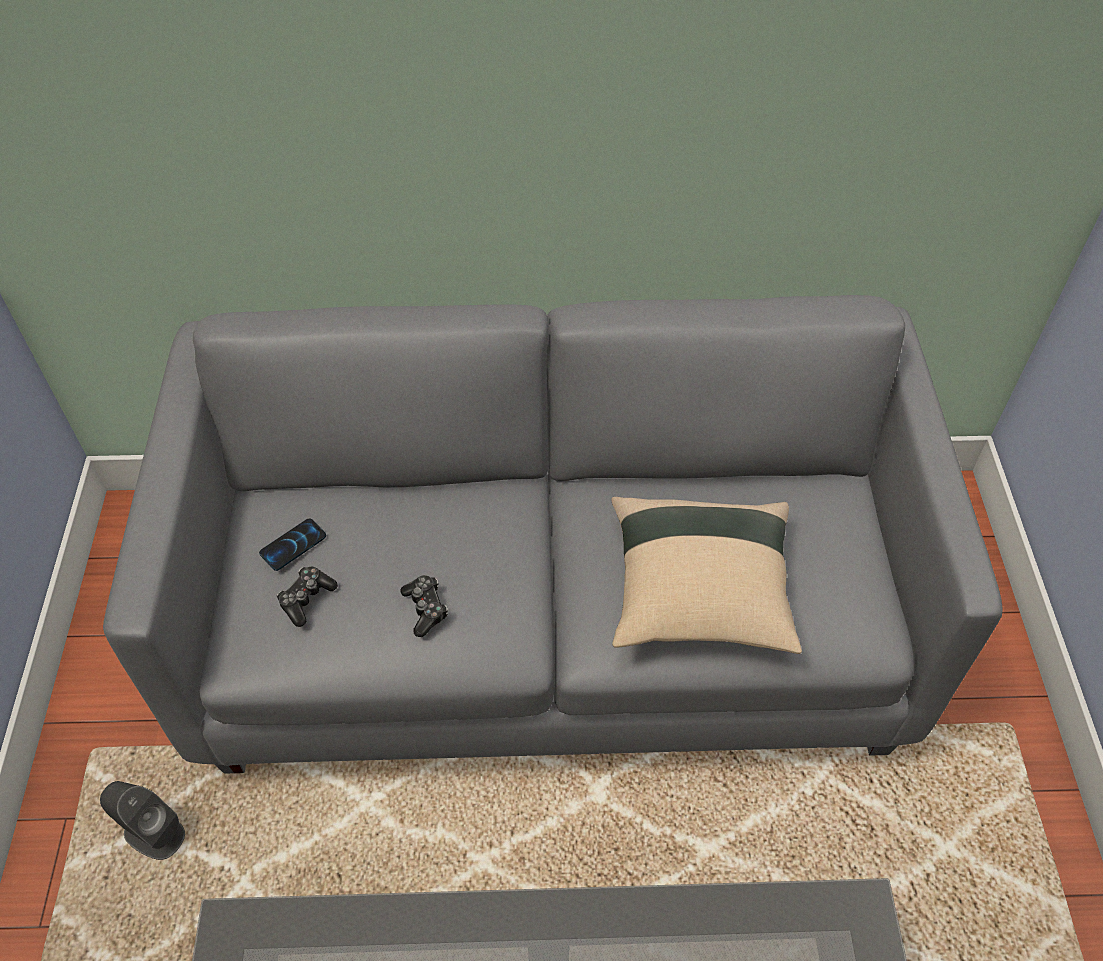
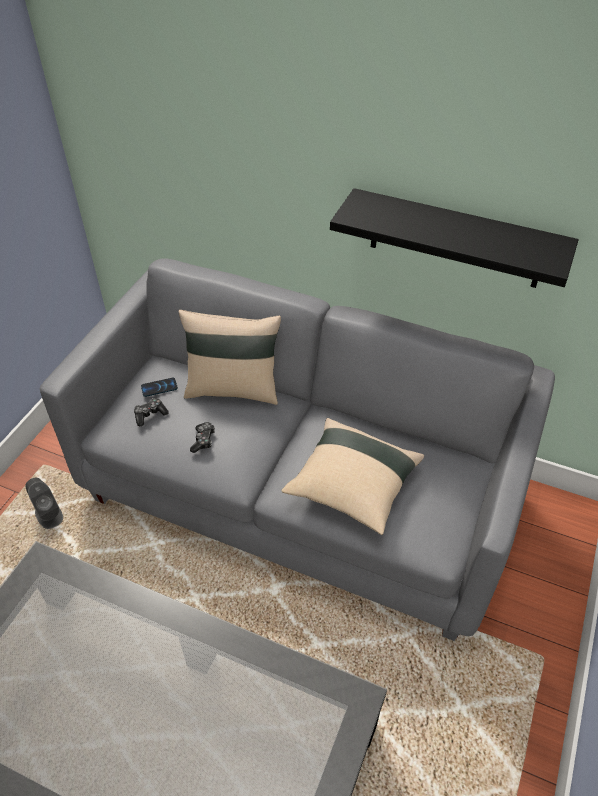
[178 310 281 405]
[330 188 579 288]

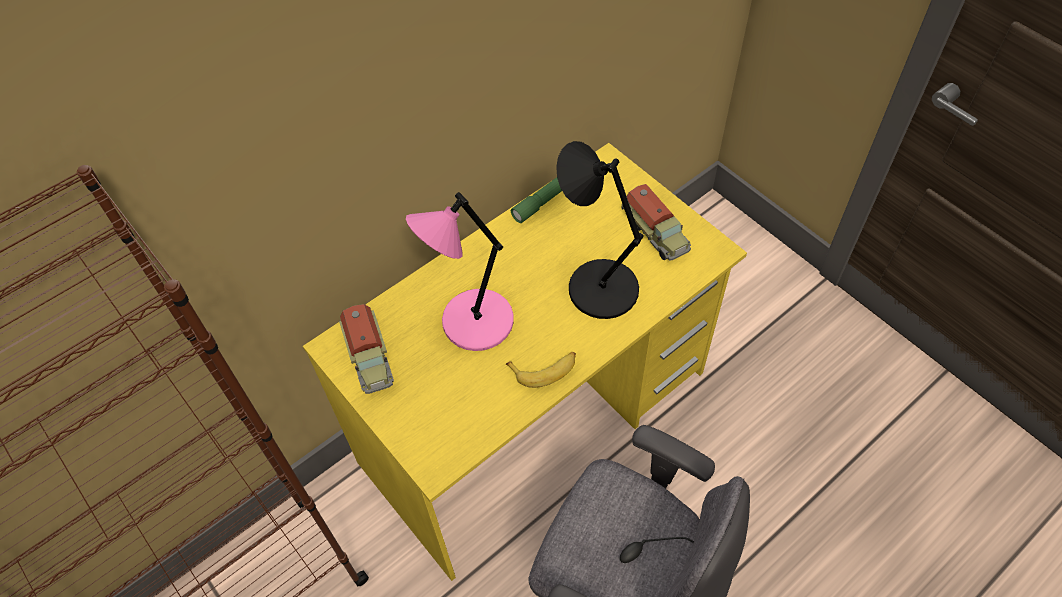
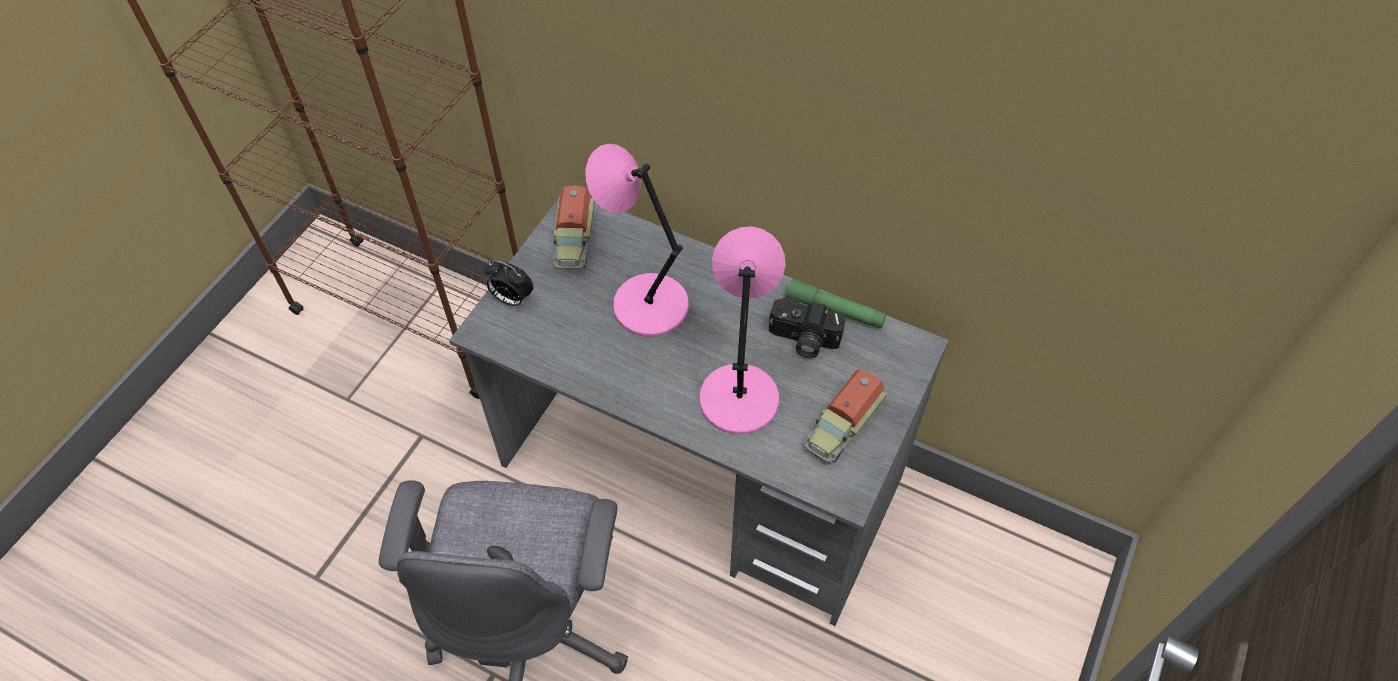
[449 198 949 626]
[484 260 534 306]
[553 185 594 270]
[699 226 785 434]
[769 297 846 358]
[506 352 576 388] (first image)

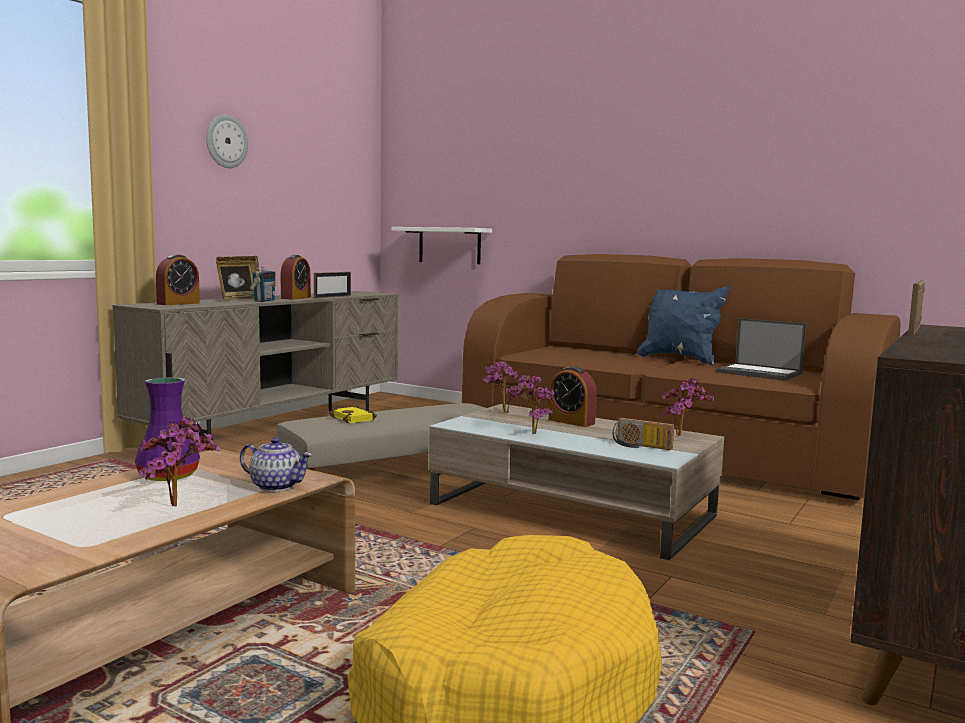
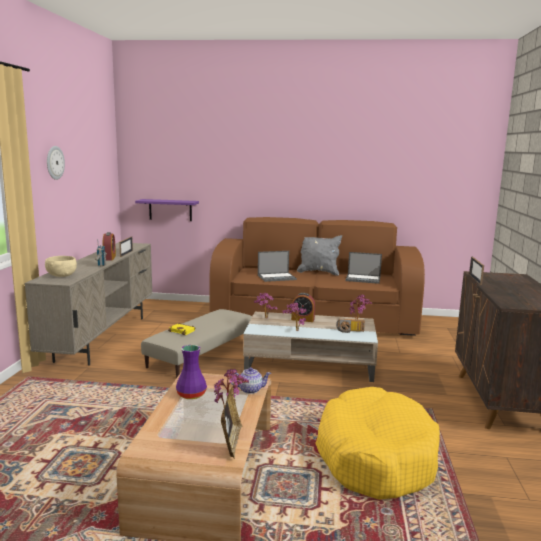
[45 256 77 277]
[135 199 199 221]
[221 387 242 459]
[258 251 297 282]
[297 235 342 276]

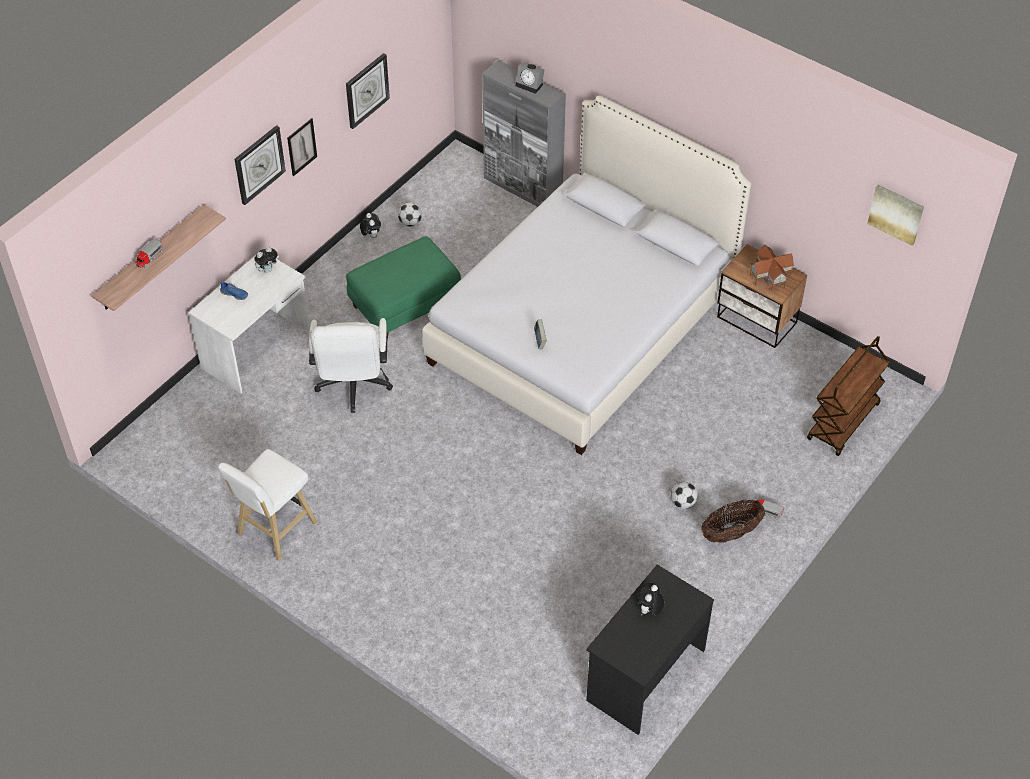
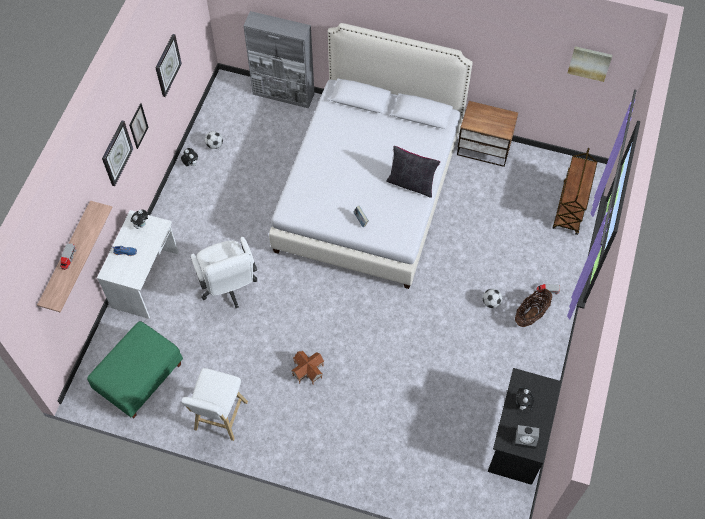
[87 321 183 418]
[292 351 324 385]
[386 146 440 198]
[515 425 539 449]

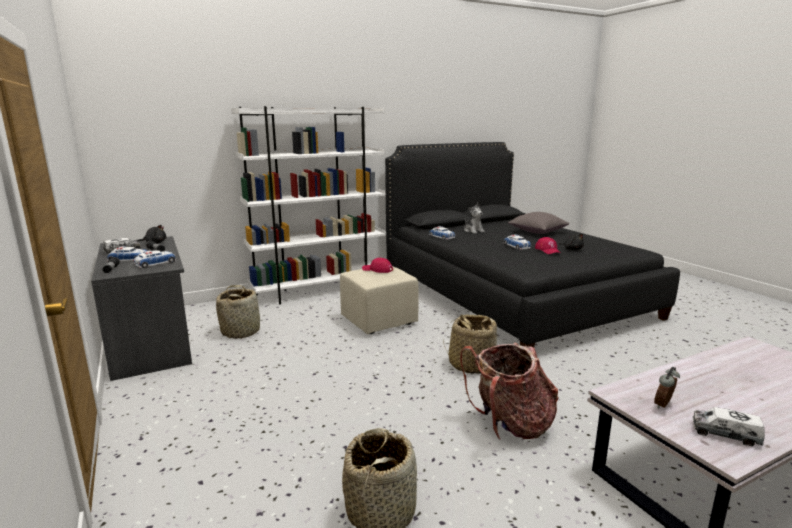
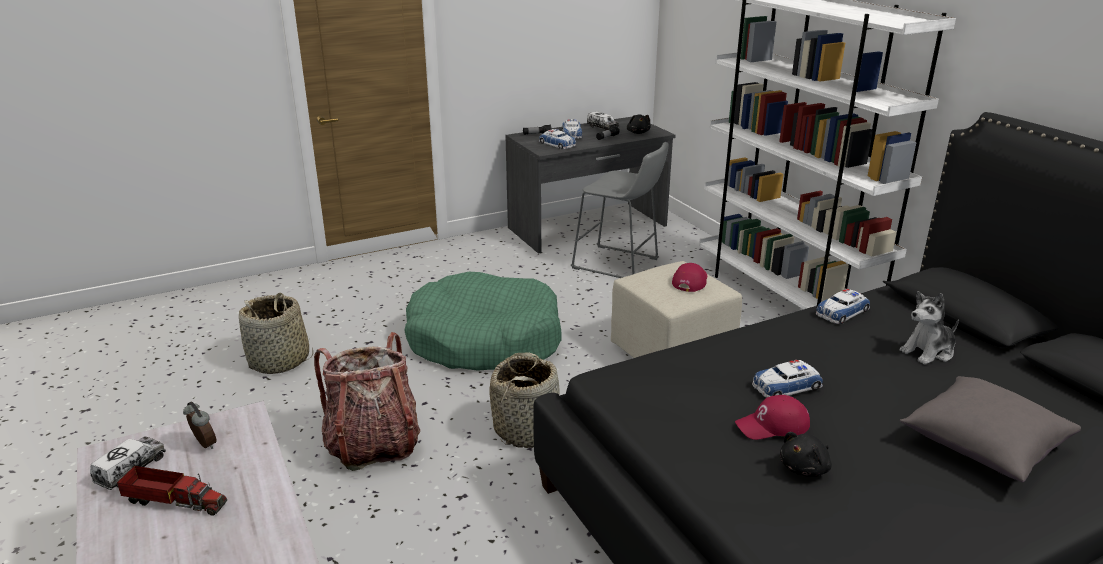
[117 466 227 516]
[404 272 562 371]
[571 142 669 278]

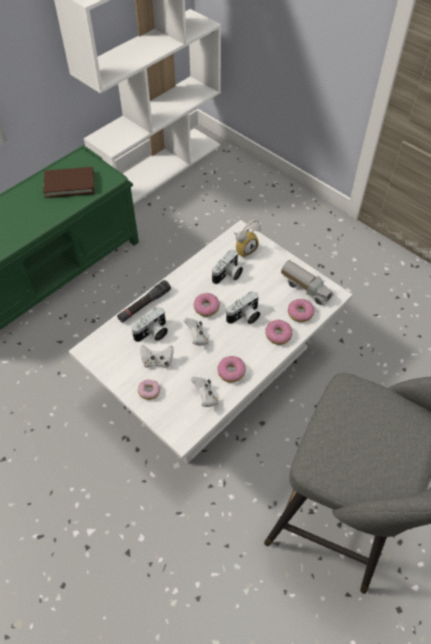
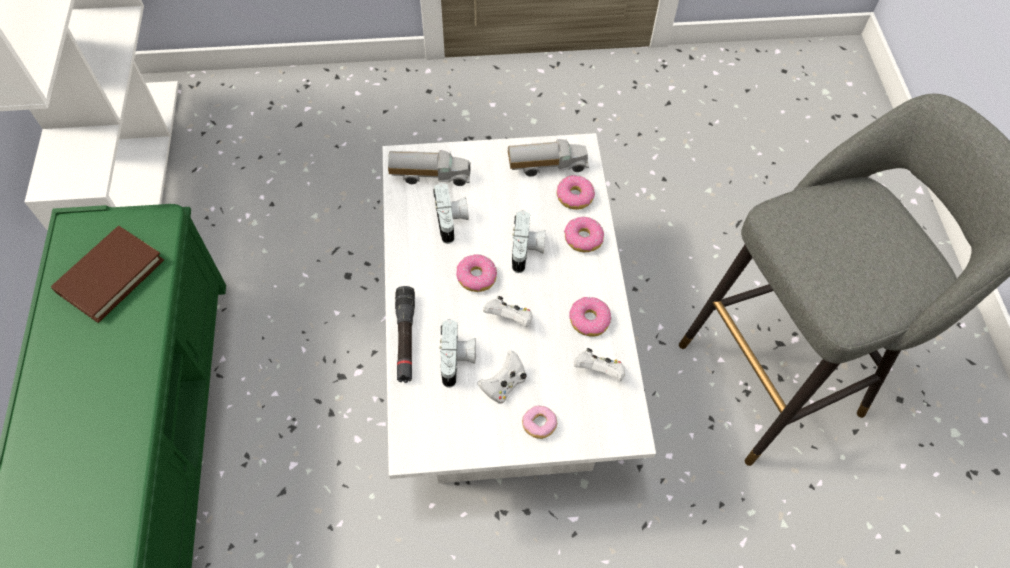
[388 150 471 186]

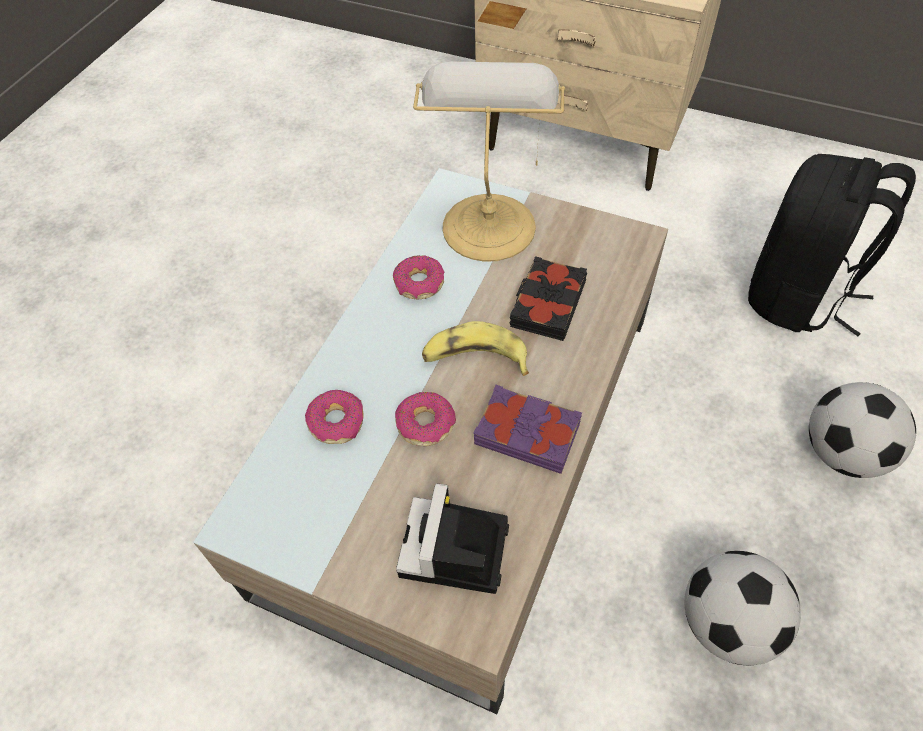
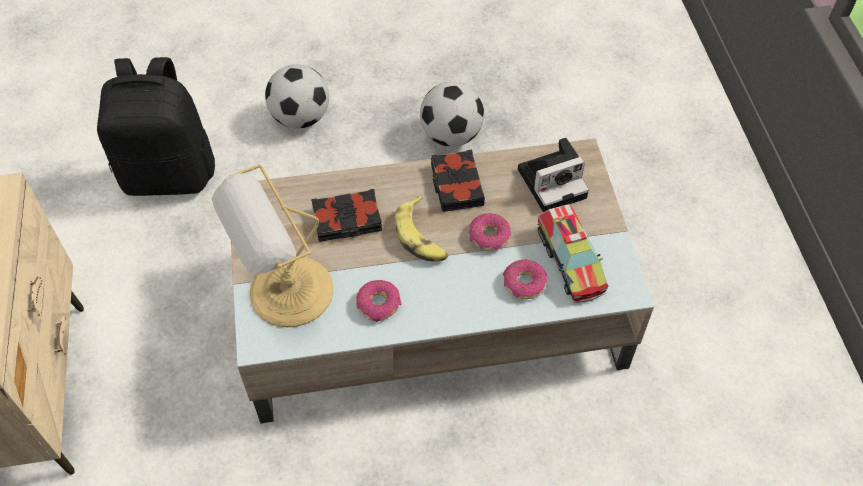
[431 149 485 212]
[537 204 608 303]

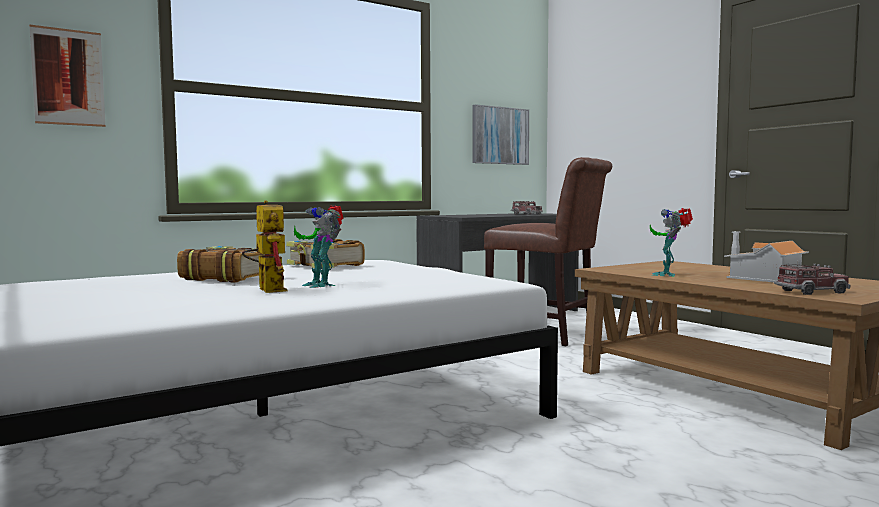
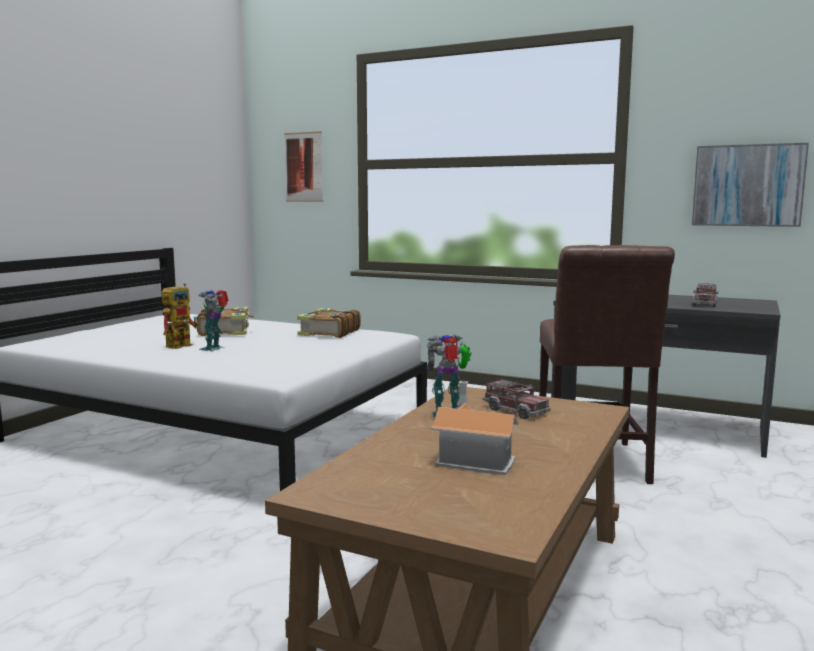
[482 378 551 419]

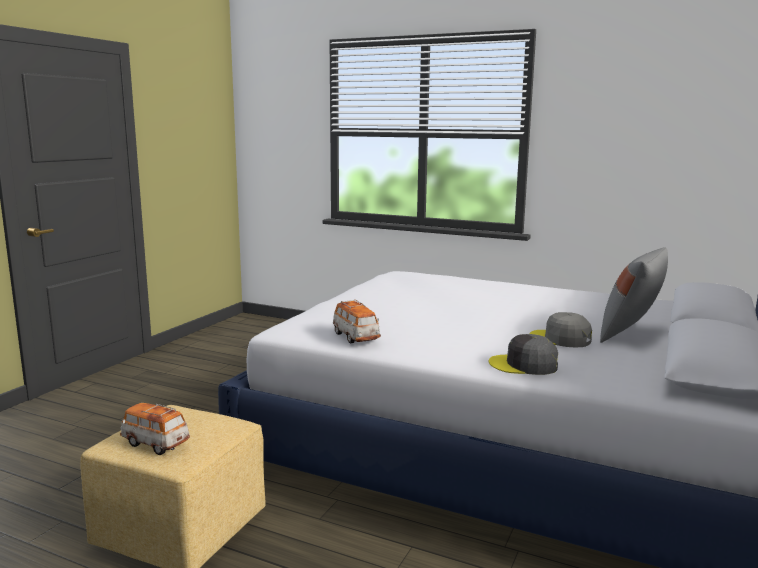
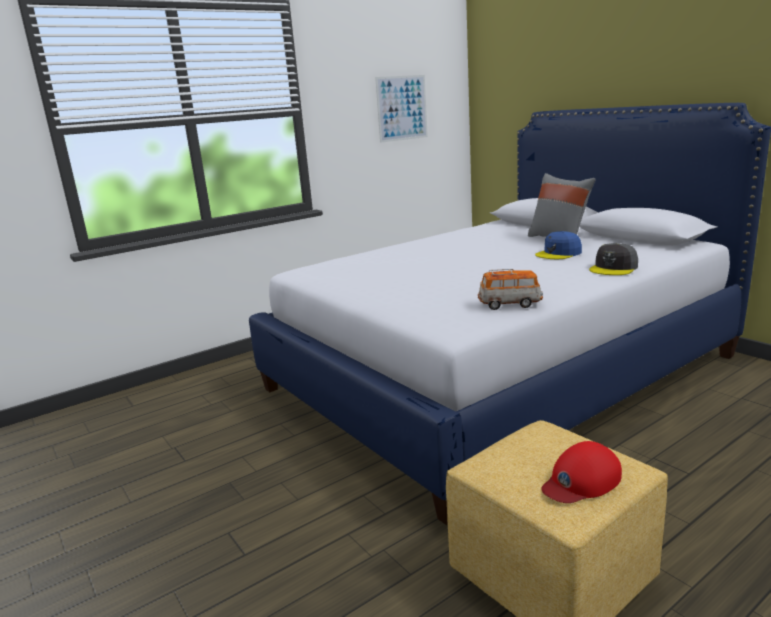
[375 75 428 143]
[535 231 582 259]
[541 441 622 503]

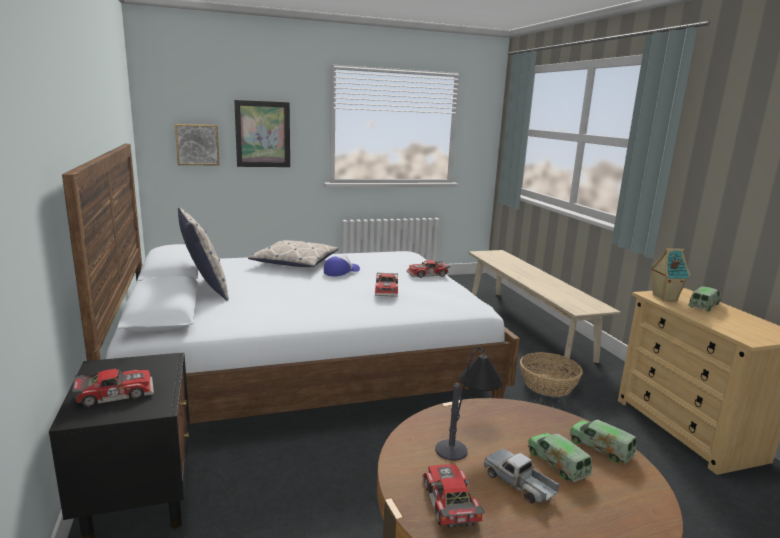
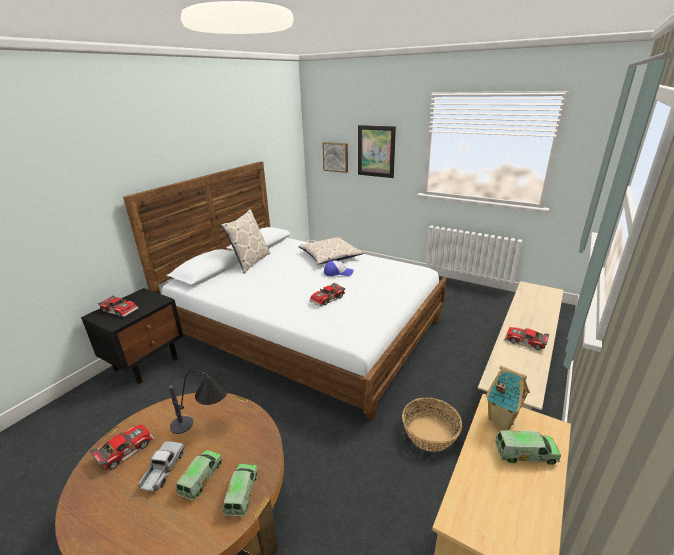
[504 327 549 350]

